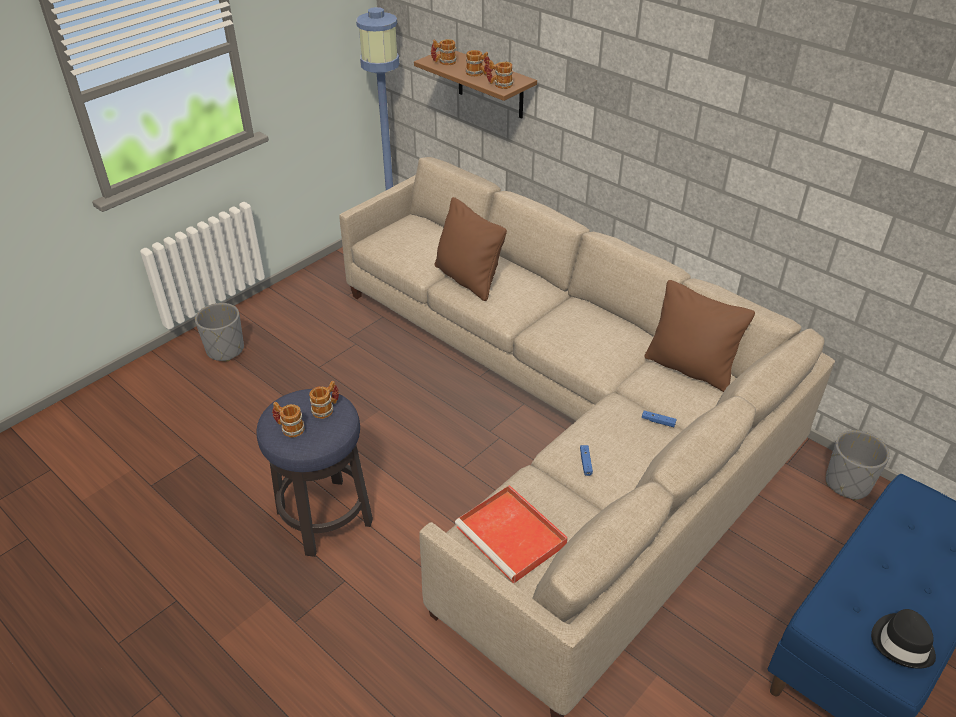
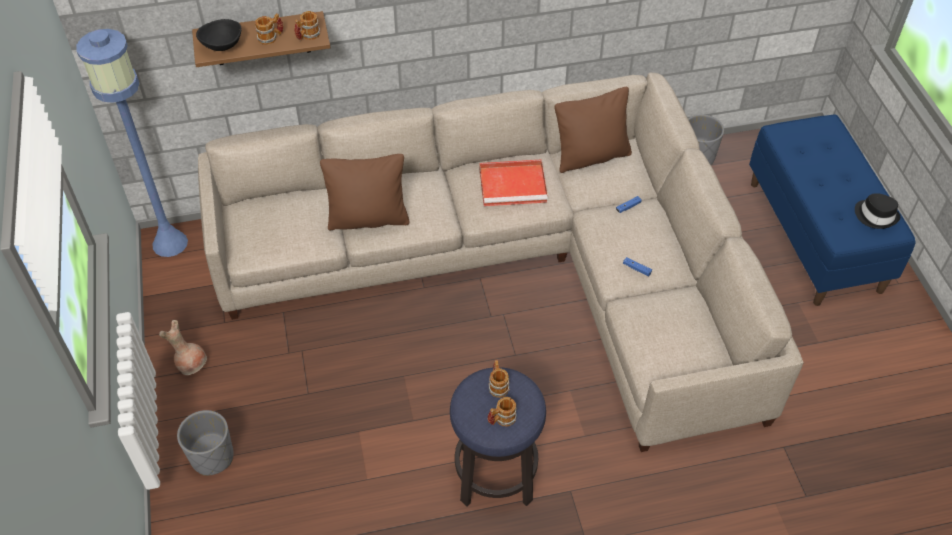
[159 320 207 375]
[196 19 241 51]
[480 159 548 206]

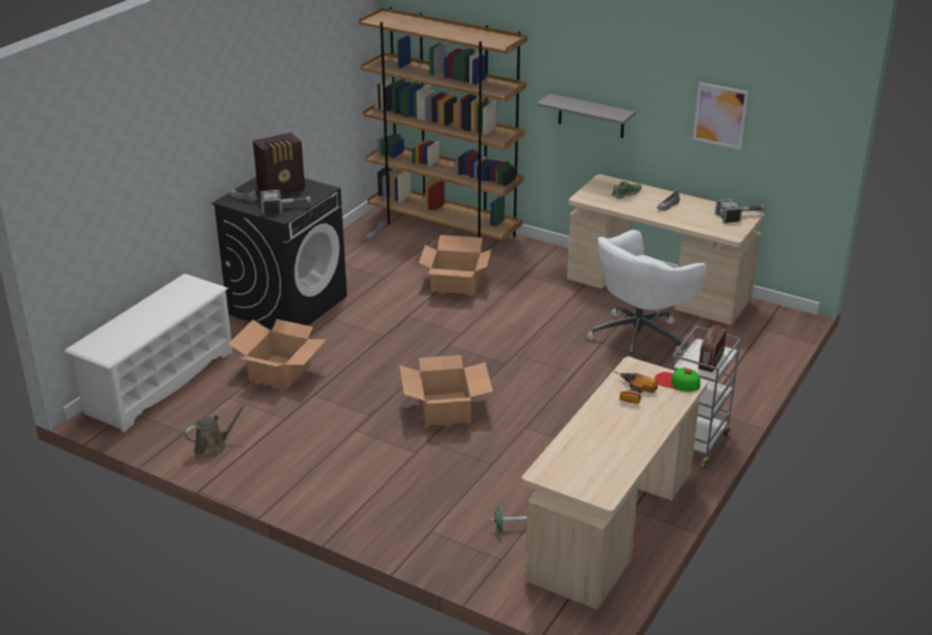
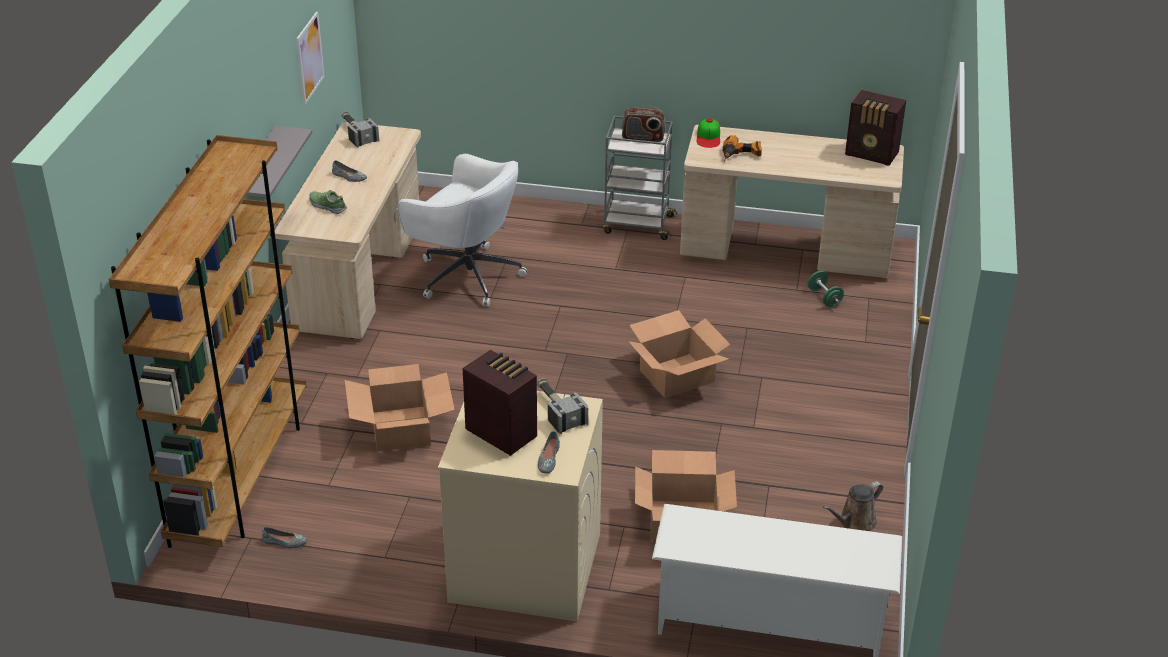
[438 391 603 622]
[823 481 883 531]
[845 90 906 166]

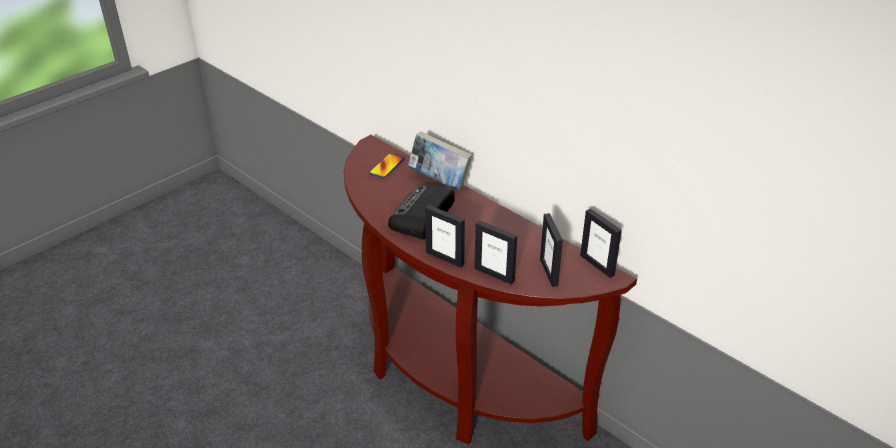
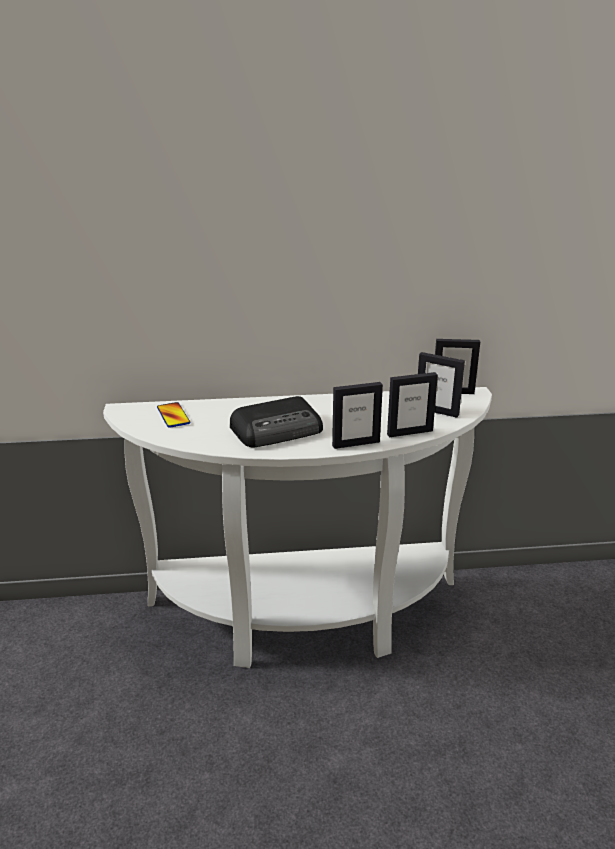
[103 387 492 668]
[230 396 323 448]
[408 132 472 190] (first image)

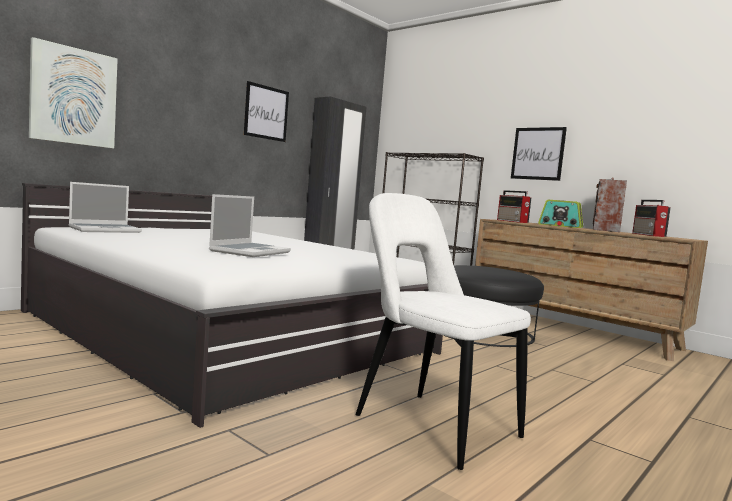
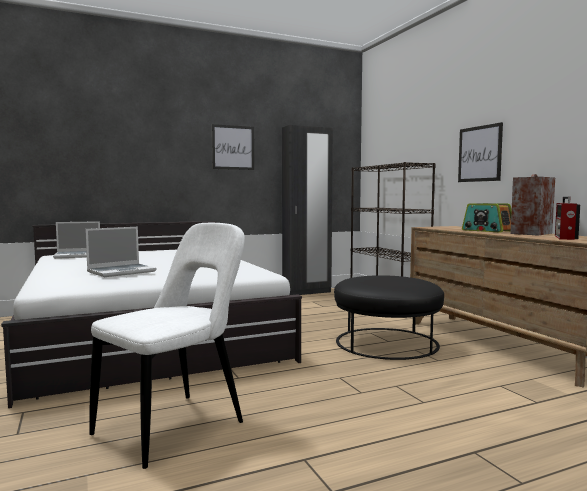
[89 223 245 469]
[29 37 118 148] (first image)
[497 190 531 223] (first image)

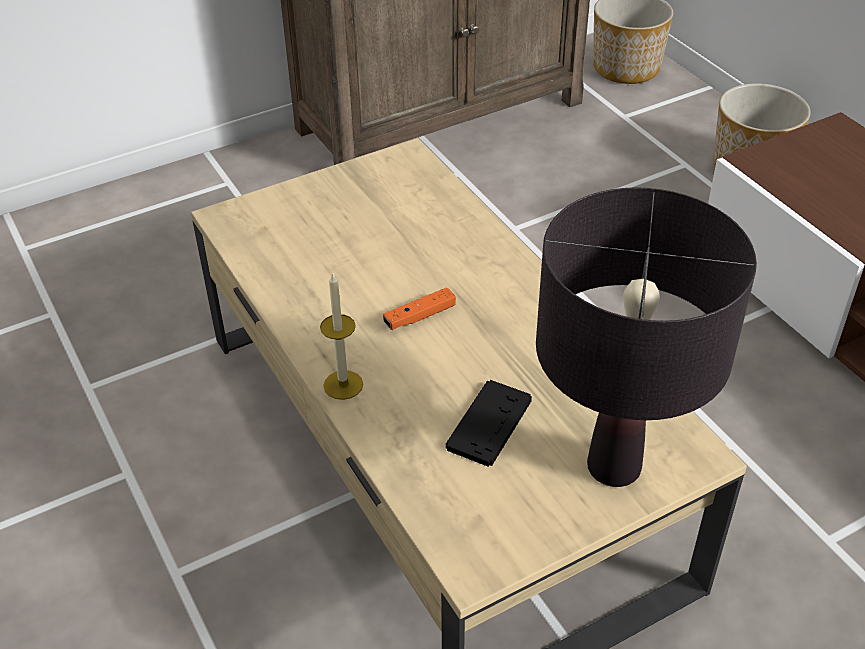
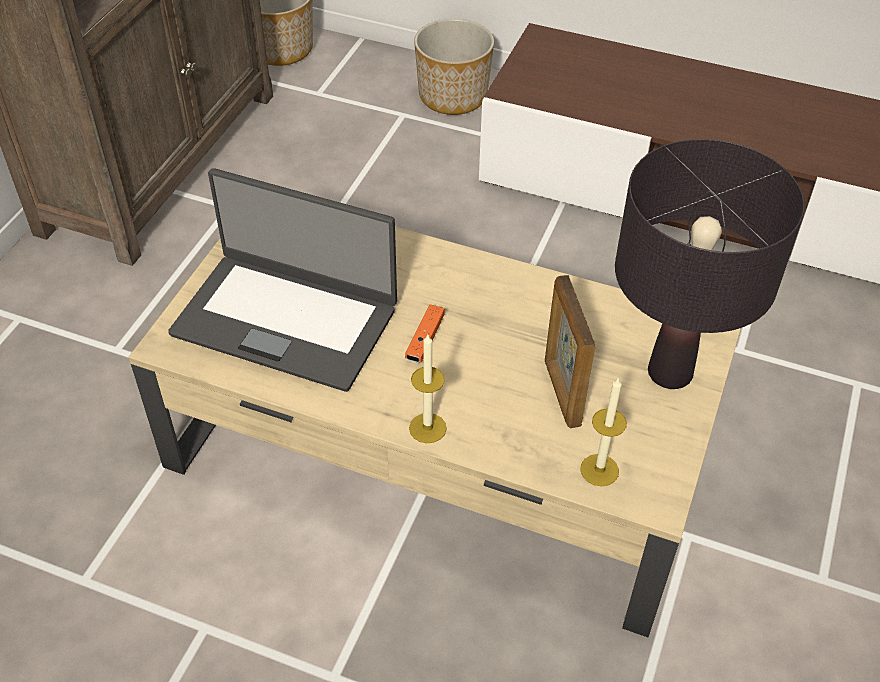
[168 168 397 392]
[545 275 595 428]
[580 377 627 486]

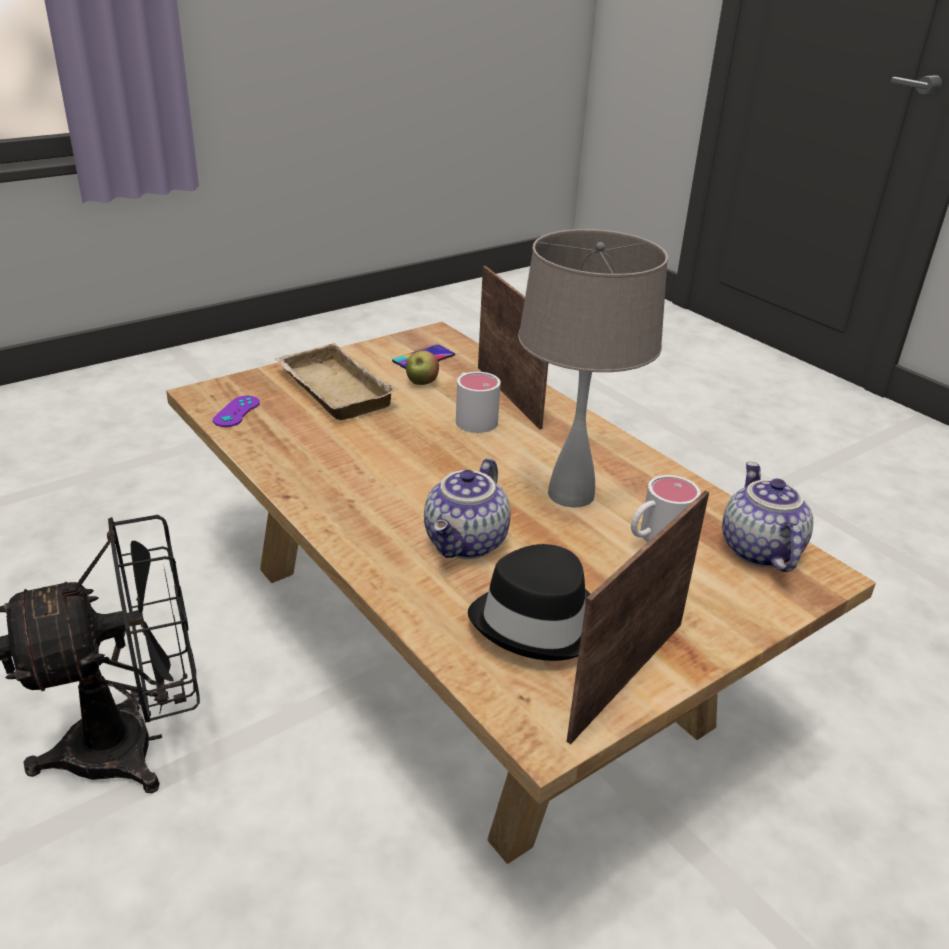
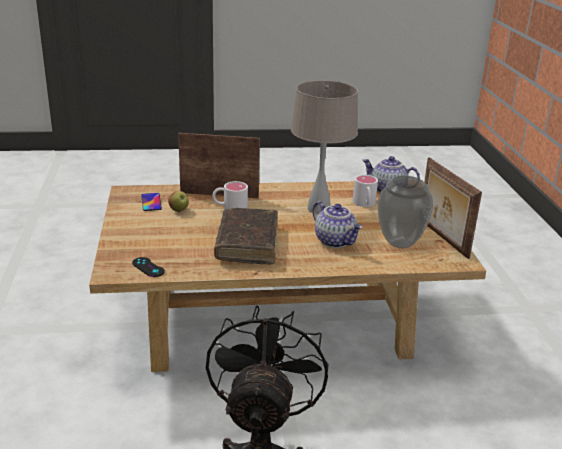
[132 257 165 277]
[214 208 278 264]
[377 176 433 248]
[274 343 398 420] (first image)

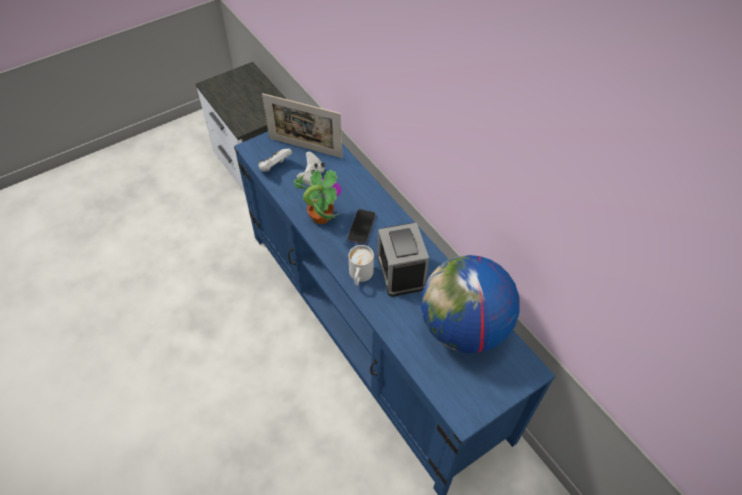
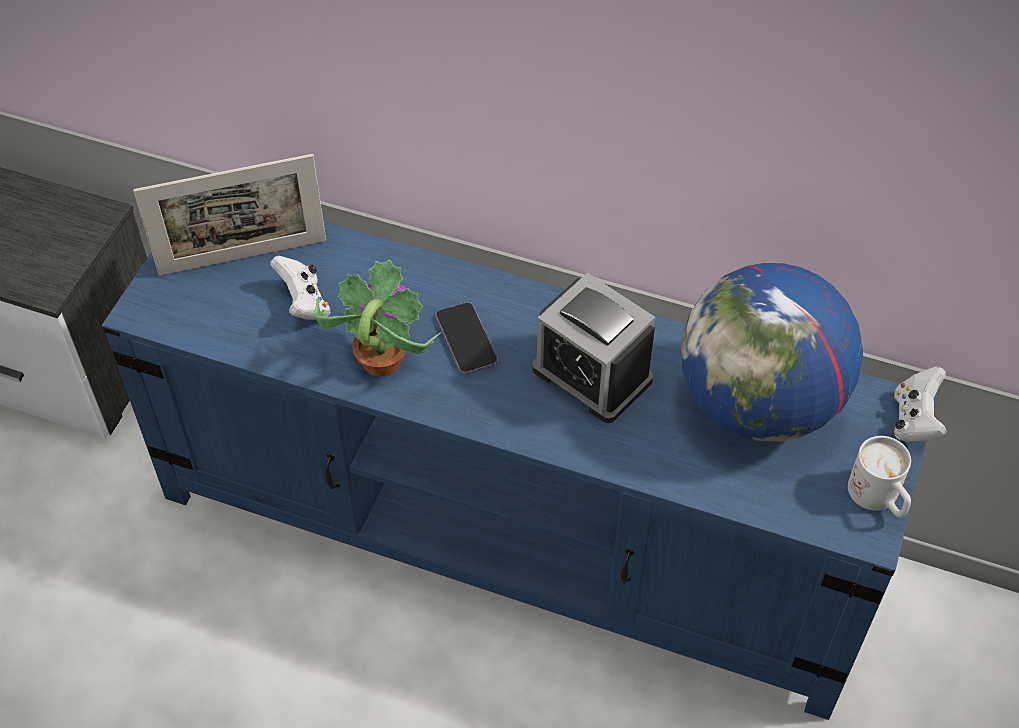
[848 436 911 517]
[894 367 947 442]

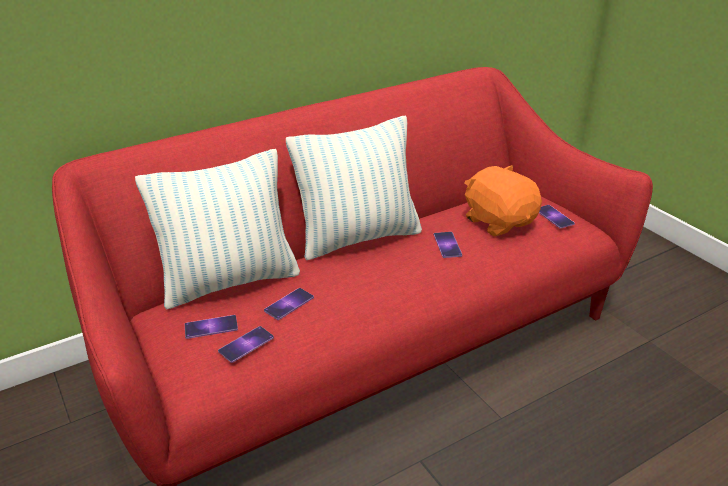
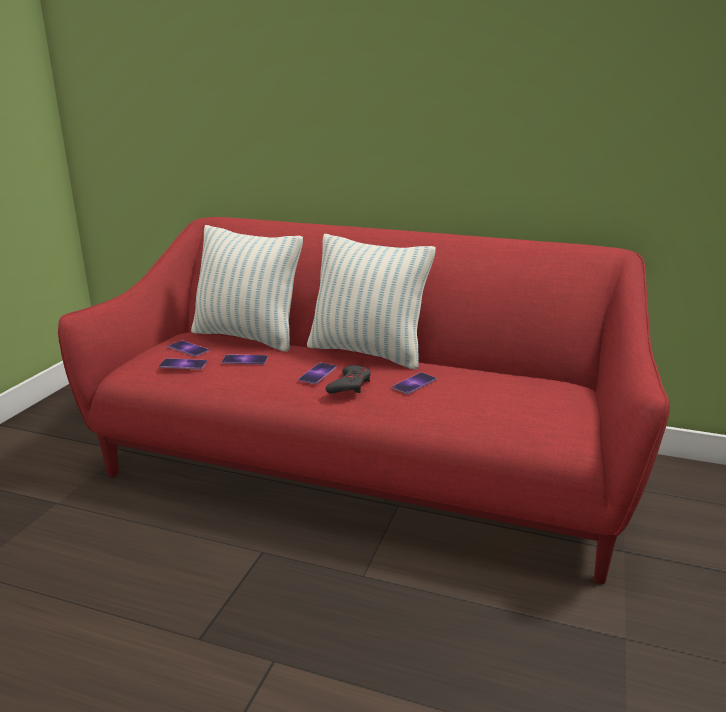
[298 362 337 384]
[326 365 371 394]
[464 165 542 236] (first image)

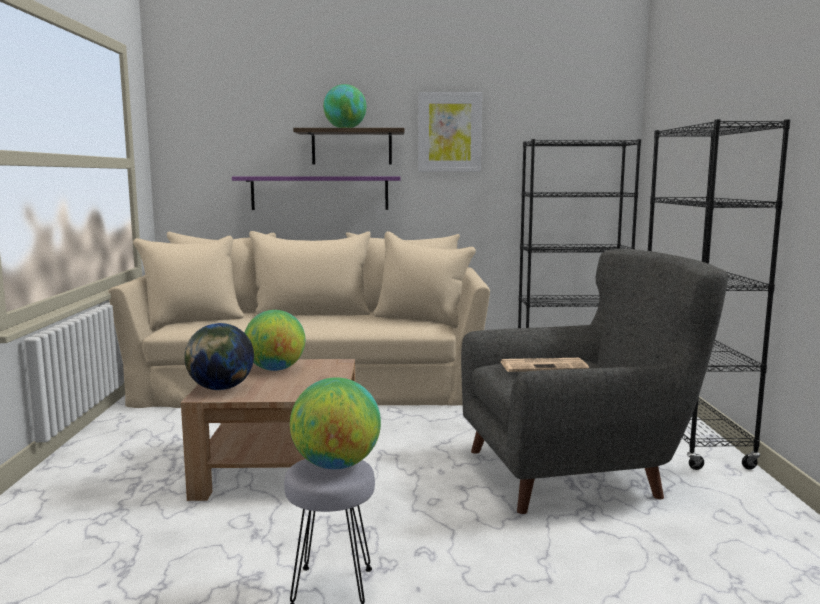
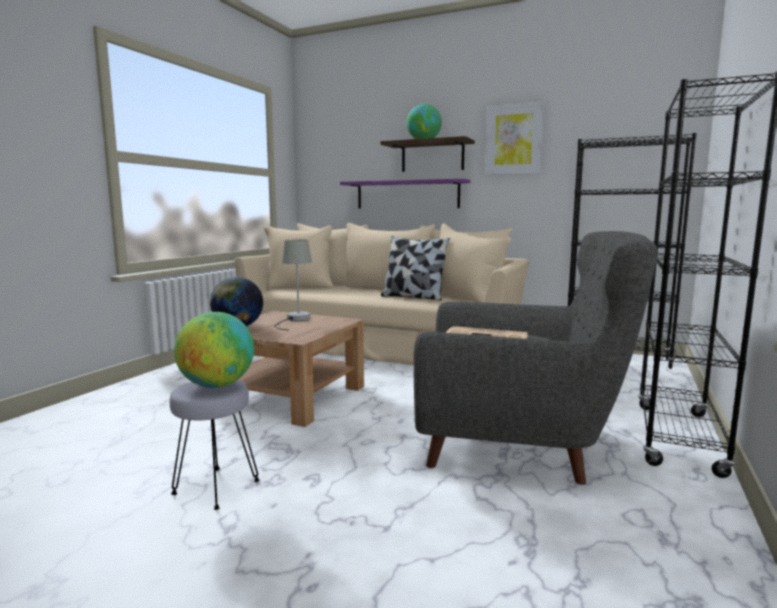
[274 240 312 330]
[381 236 450 301]

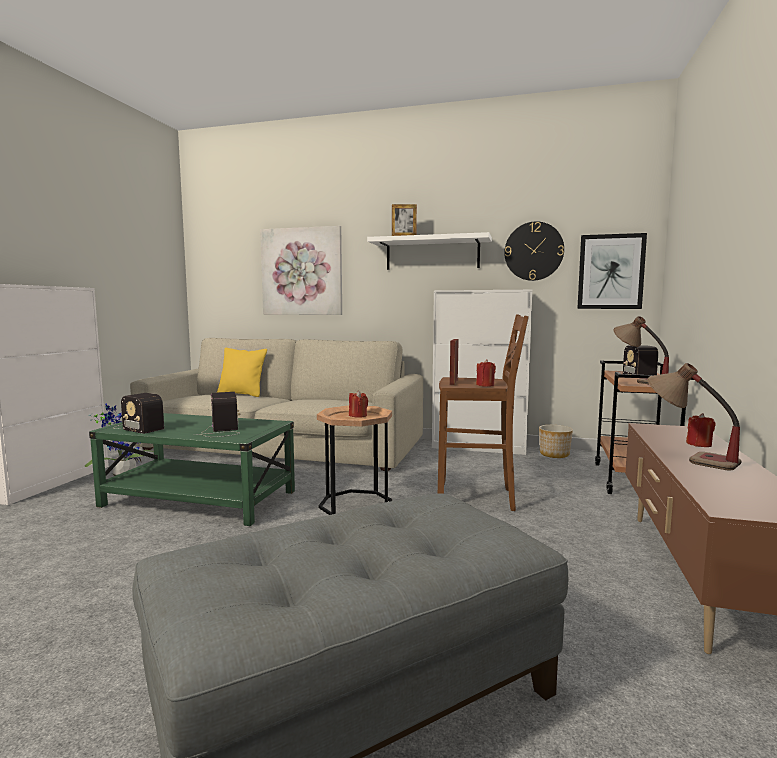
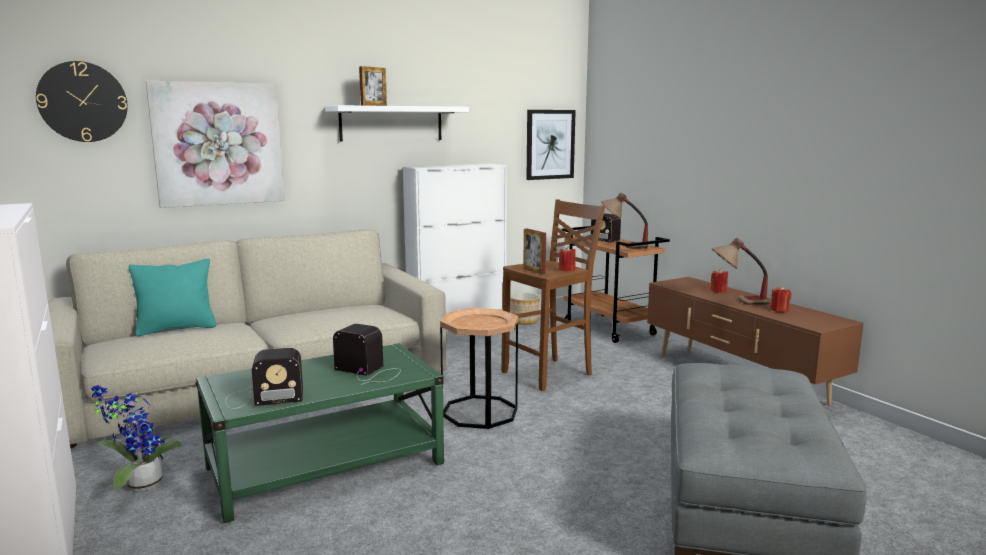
[36 61 128 142]
[129 258 216 336]
[770 286 792 312]

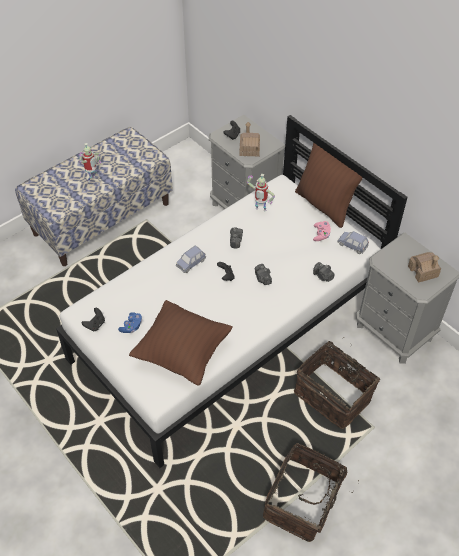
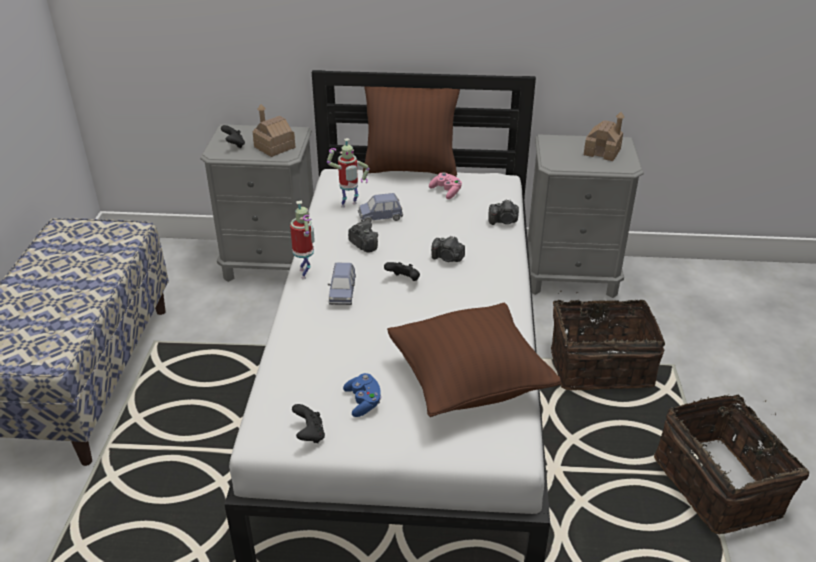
[290 201 315 279]
[358 193 403 222]

